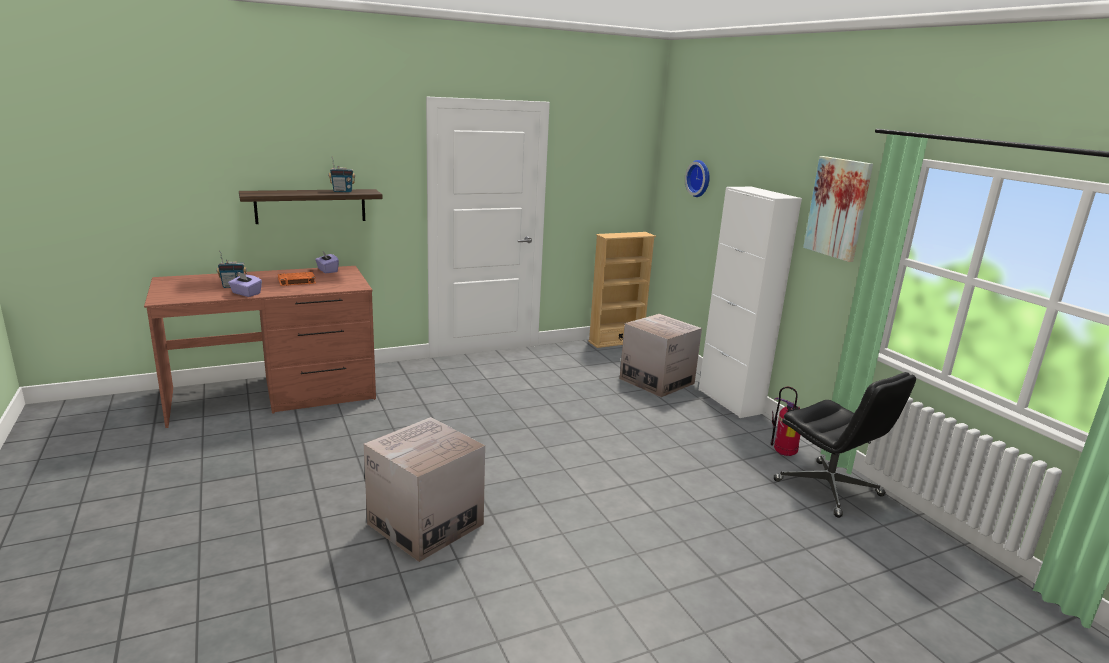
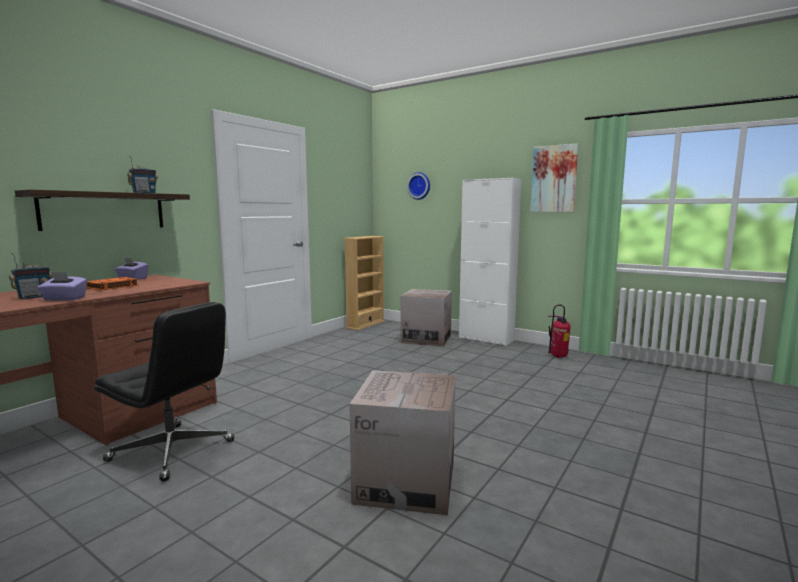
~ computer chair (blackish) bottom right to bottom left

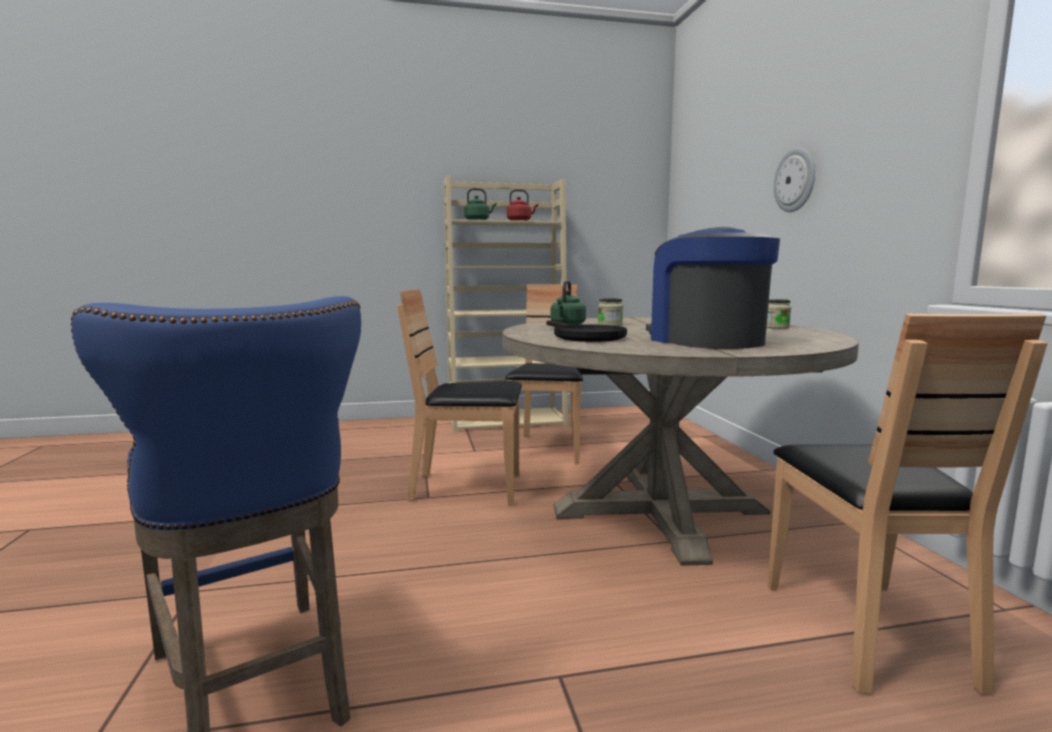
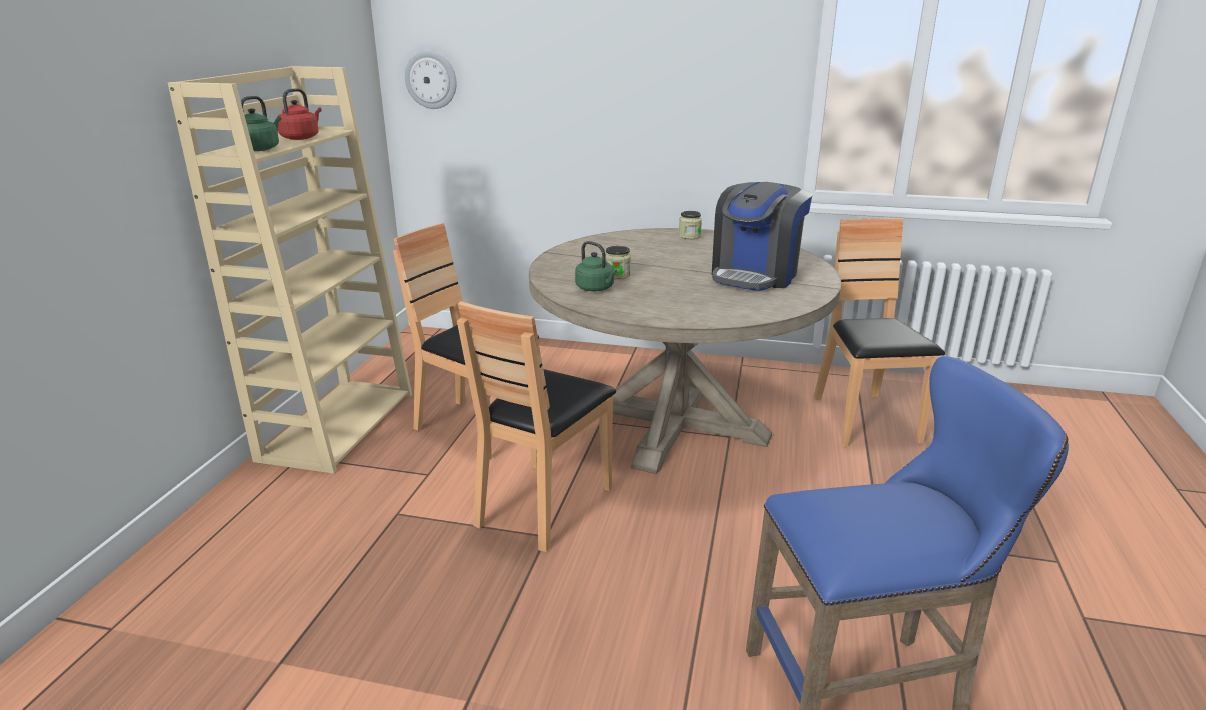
- skillet (blackish) centre
~ wall clock top right to top centre
~ coffee machine middle right = top centre 60 degrees counterclockwise
~ chair (brown-coloured) (no. 3 from left) bottom right = middle right 120 degrees counterclockwise

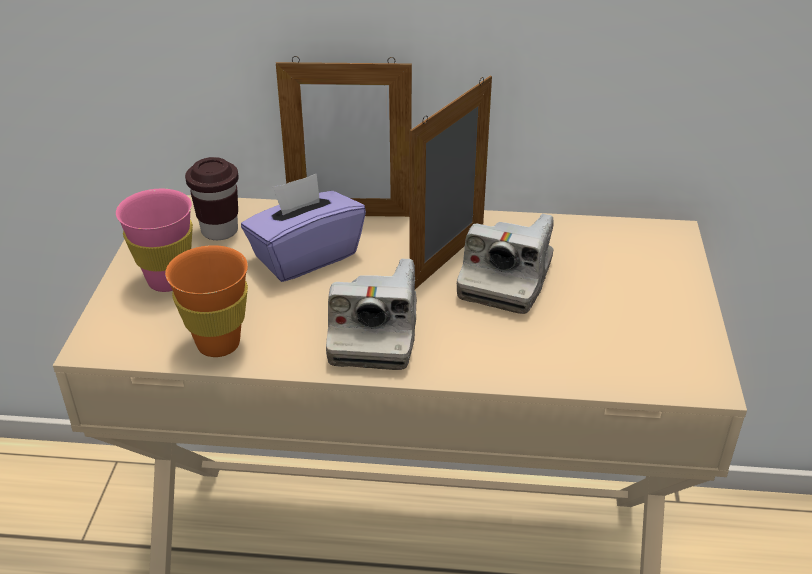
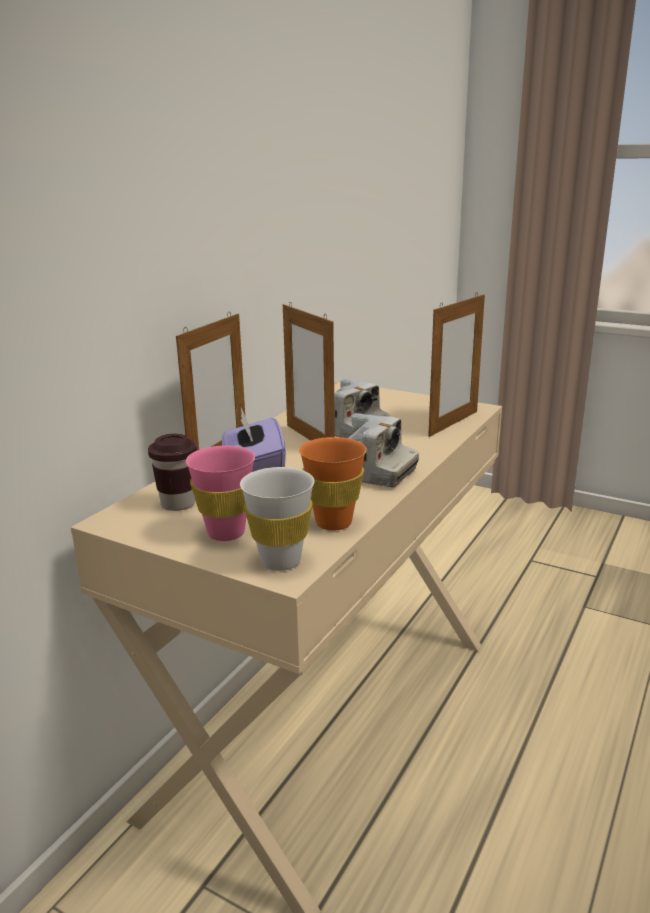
+ cup (white) centre
+ photo frame (no. 3 from left) middle right

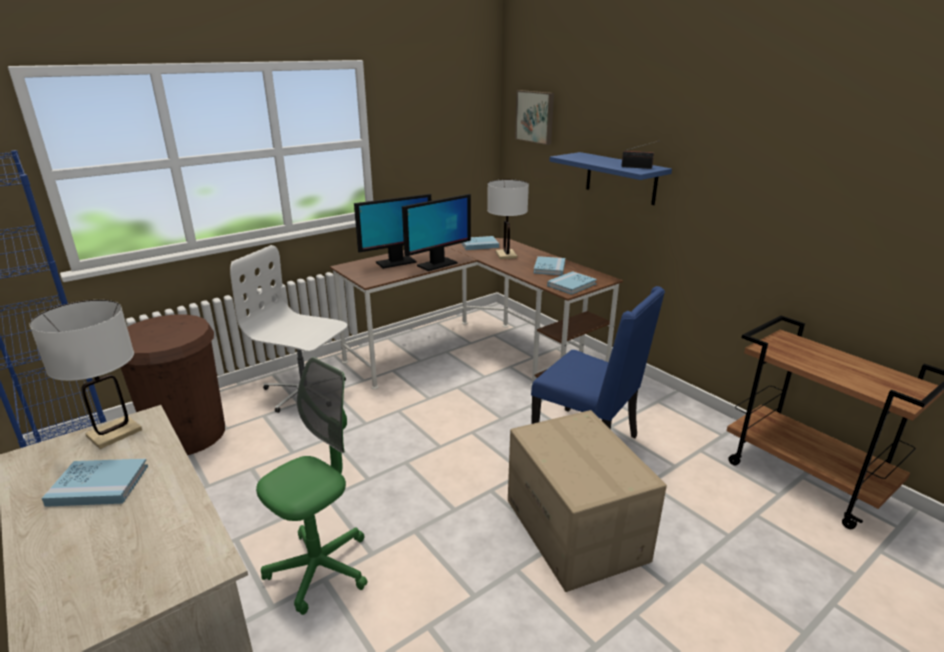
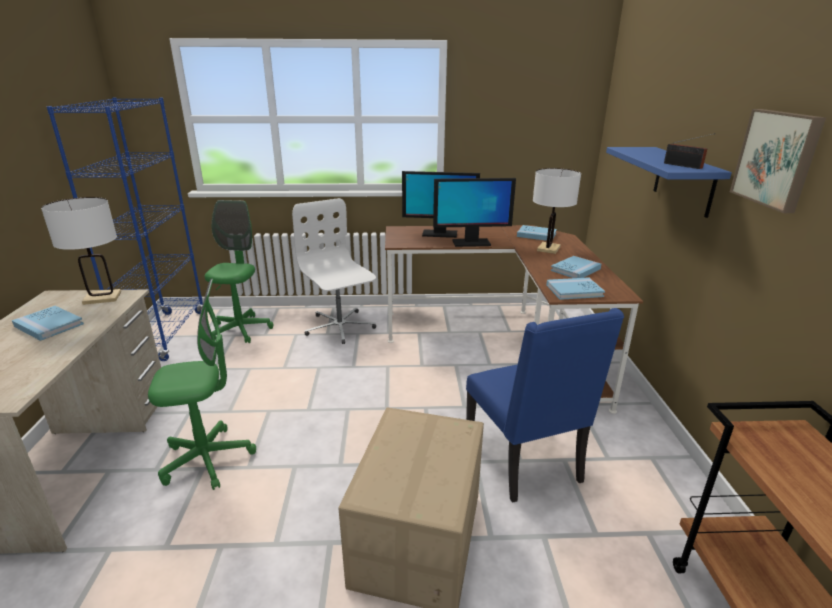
~ wall picture top centre to top right
~ waste bin (brown-coloured) middle left to computer chair (green-coloured) (no. 2 from left) middle left

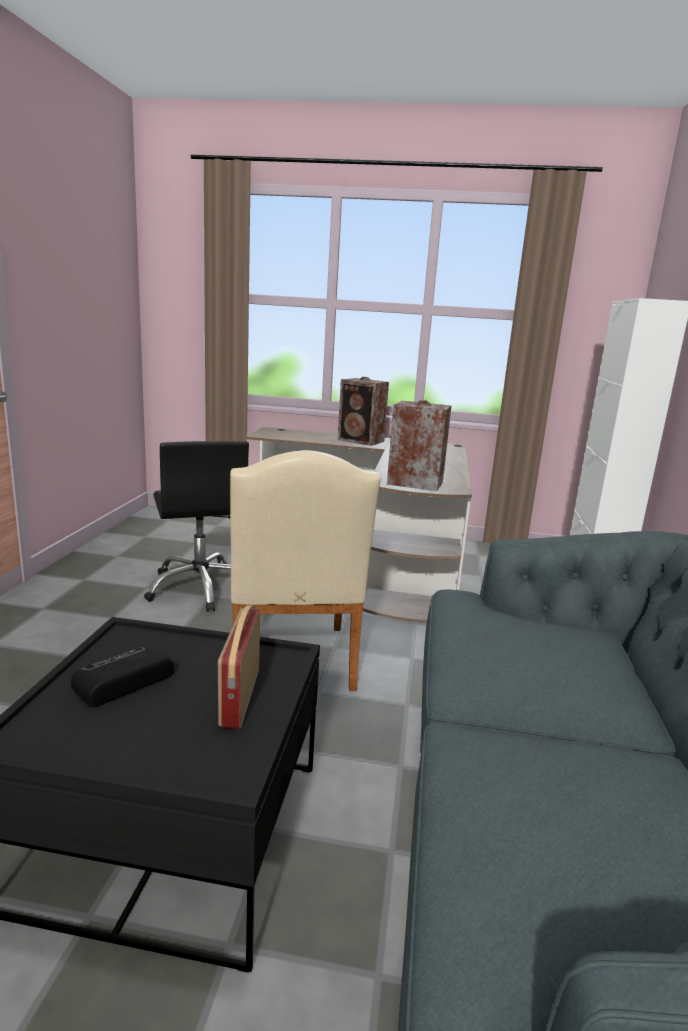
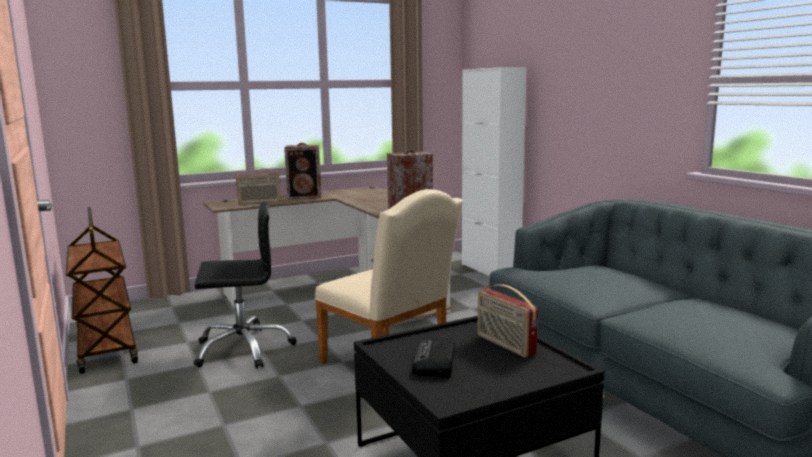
+ cart (brown-coloured) middle left
+ radio receiver (no. 1 from left) middle left
~ computer chair (blackish) middle left = middle left 45 degrees counterclockwise

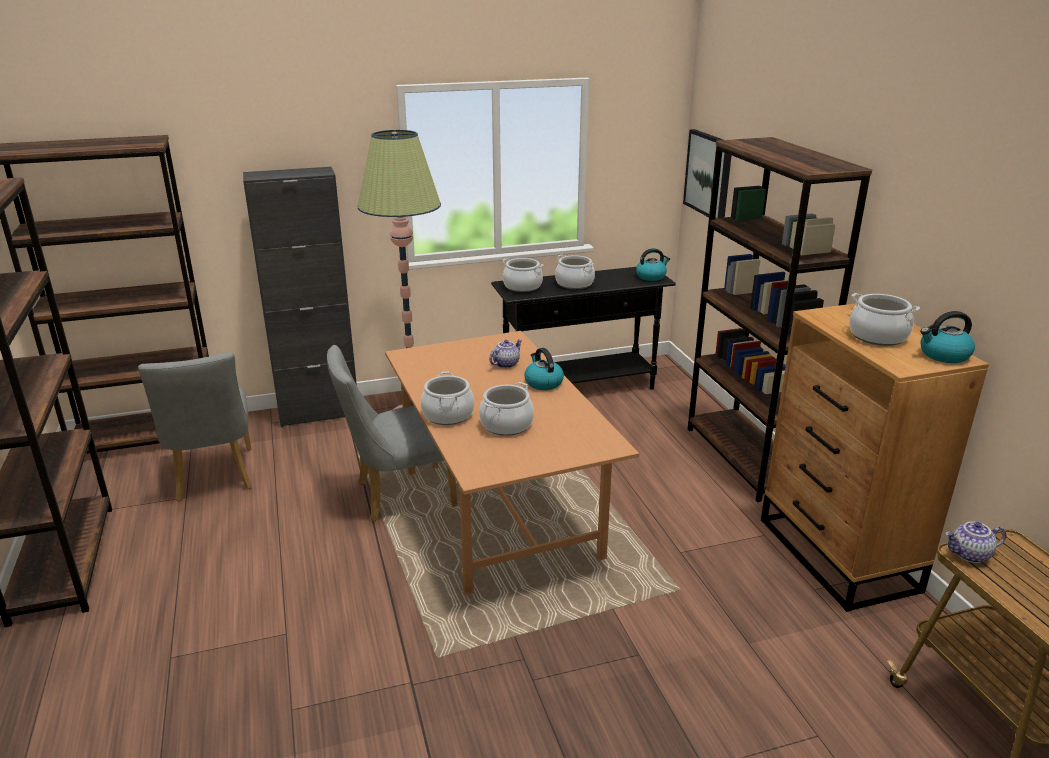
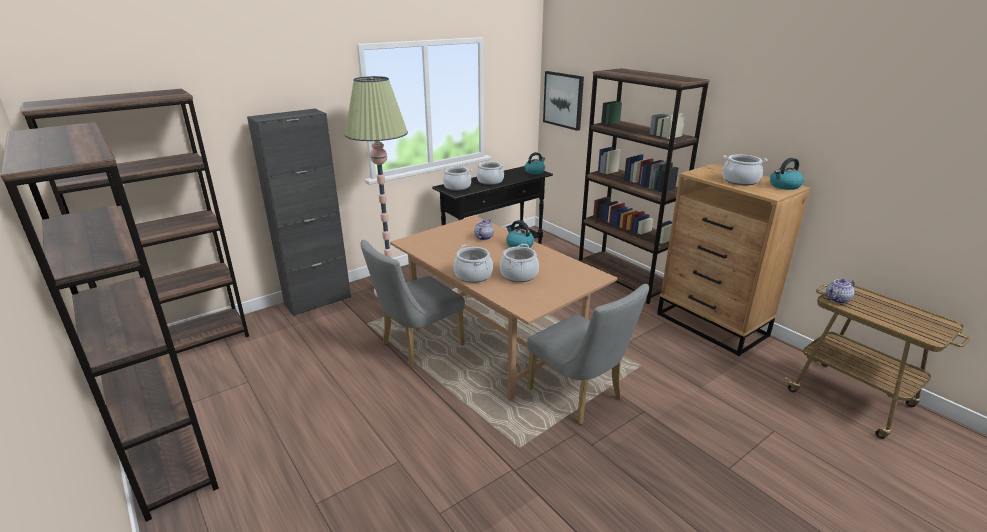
~ chair (grey) (no. 1 from left in the first image) middle left to chair (grey) (no. 2 from left) centre

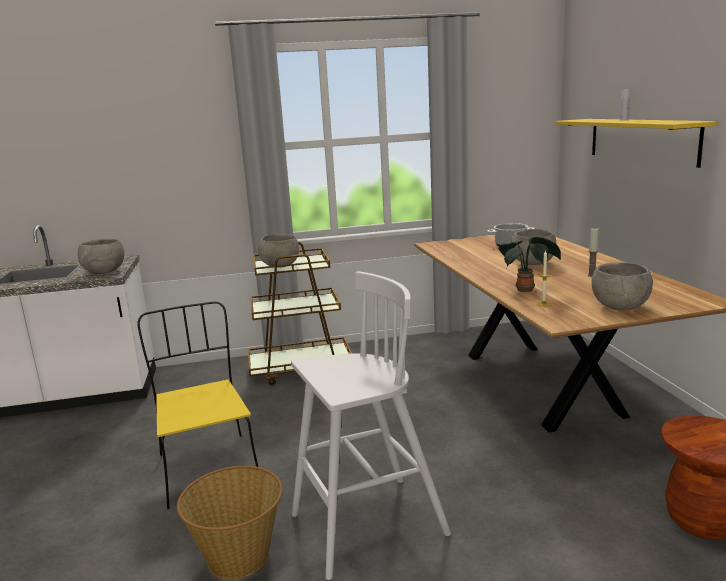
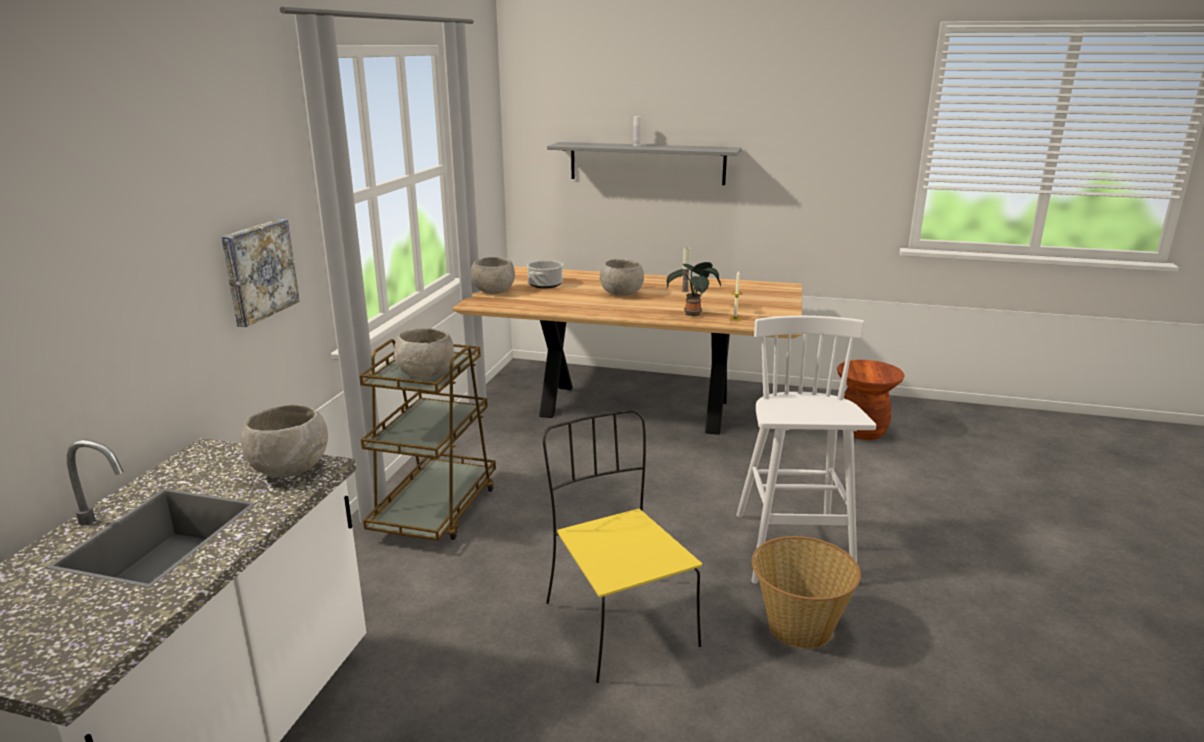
+ wall picture middle left
~ bowl (grey) (no. 4 from left in the first image) middle right to bowl (grey) (no. 3 from left) centre
~ bracket shelf (yellow-coloured) top right to bracket shelf (grey) top centre
~ chair (yellow-coloured) bottom left = bottom centre 60 degrees clockwise

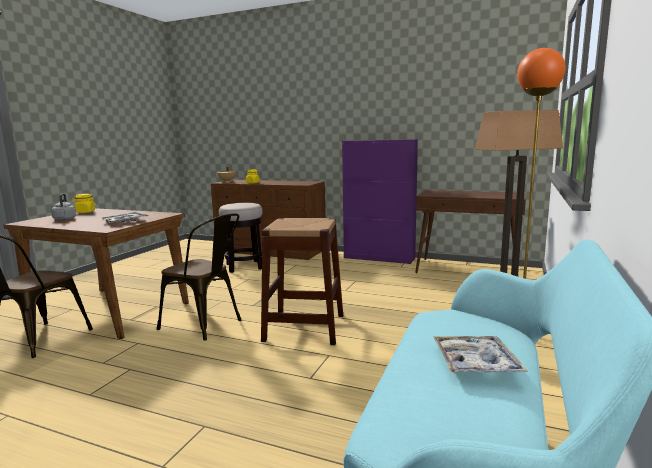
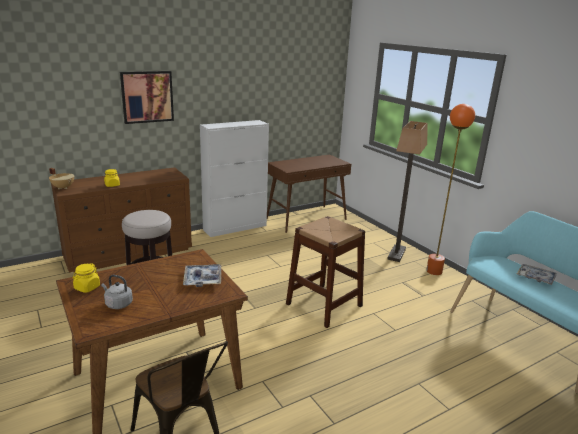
- chair (brown-coloured) (no. 2 from left) middle left
+ wall picture top left
~ storage cabinet (purple) centre to storage cabinet (white) centre

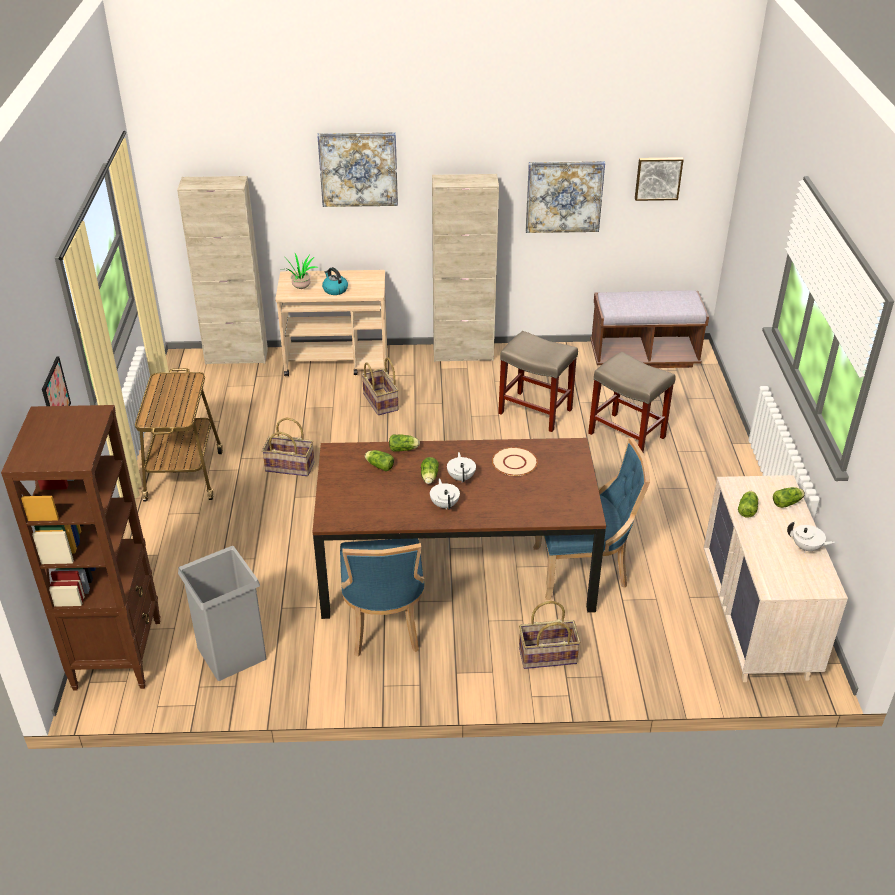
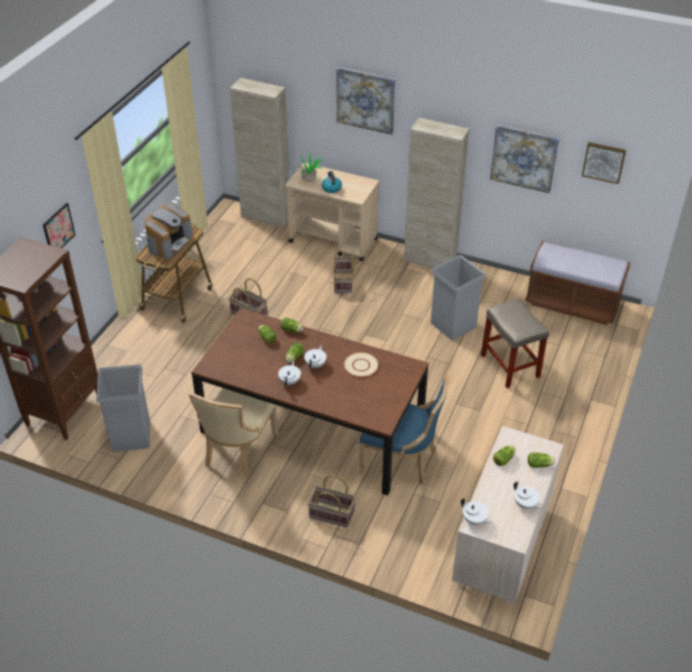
+ coffee machine middle left
+ pot for tea (white) (no. 3 from left) bottom right
~ stool (beige) (no. 1 from left) centre to waste bin (grey) (no. 2 from left) centre
~ chair (blue-coloured) (no. 1 from left) bottom centre to chair (beige) centre

